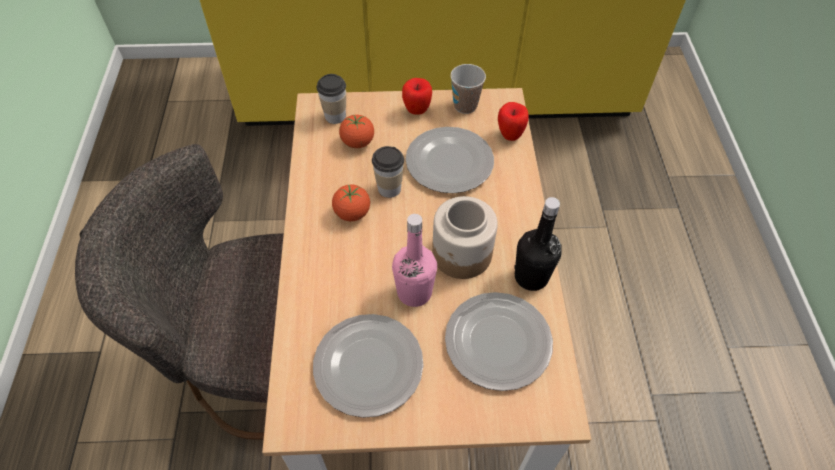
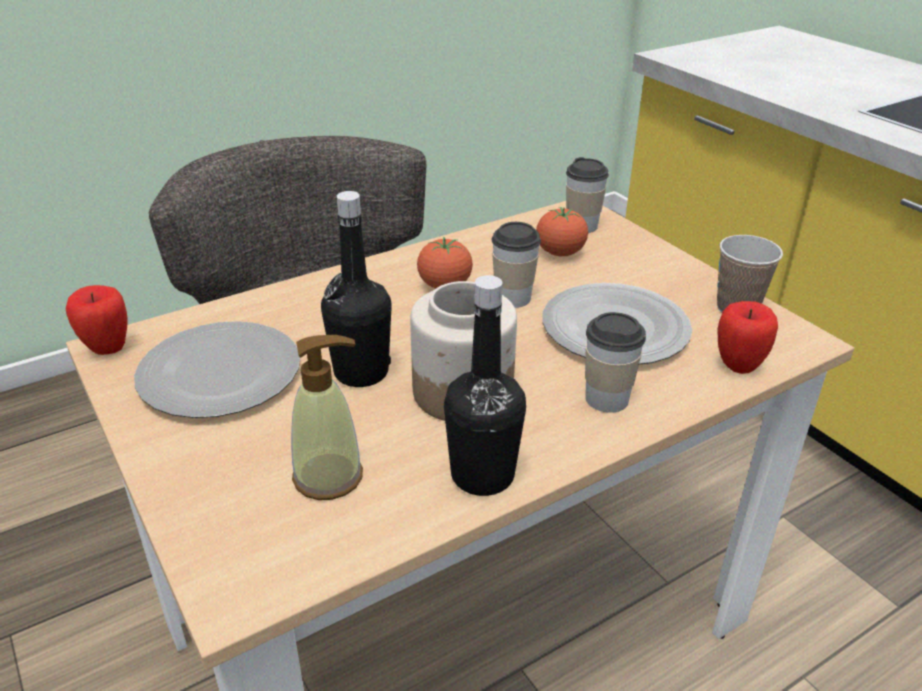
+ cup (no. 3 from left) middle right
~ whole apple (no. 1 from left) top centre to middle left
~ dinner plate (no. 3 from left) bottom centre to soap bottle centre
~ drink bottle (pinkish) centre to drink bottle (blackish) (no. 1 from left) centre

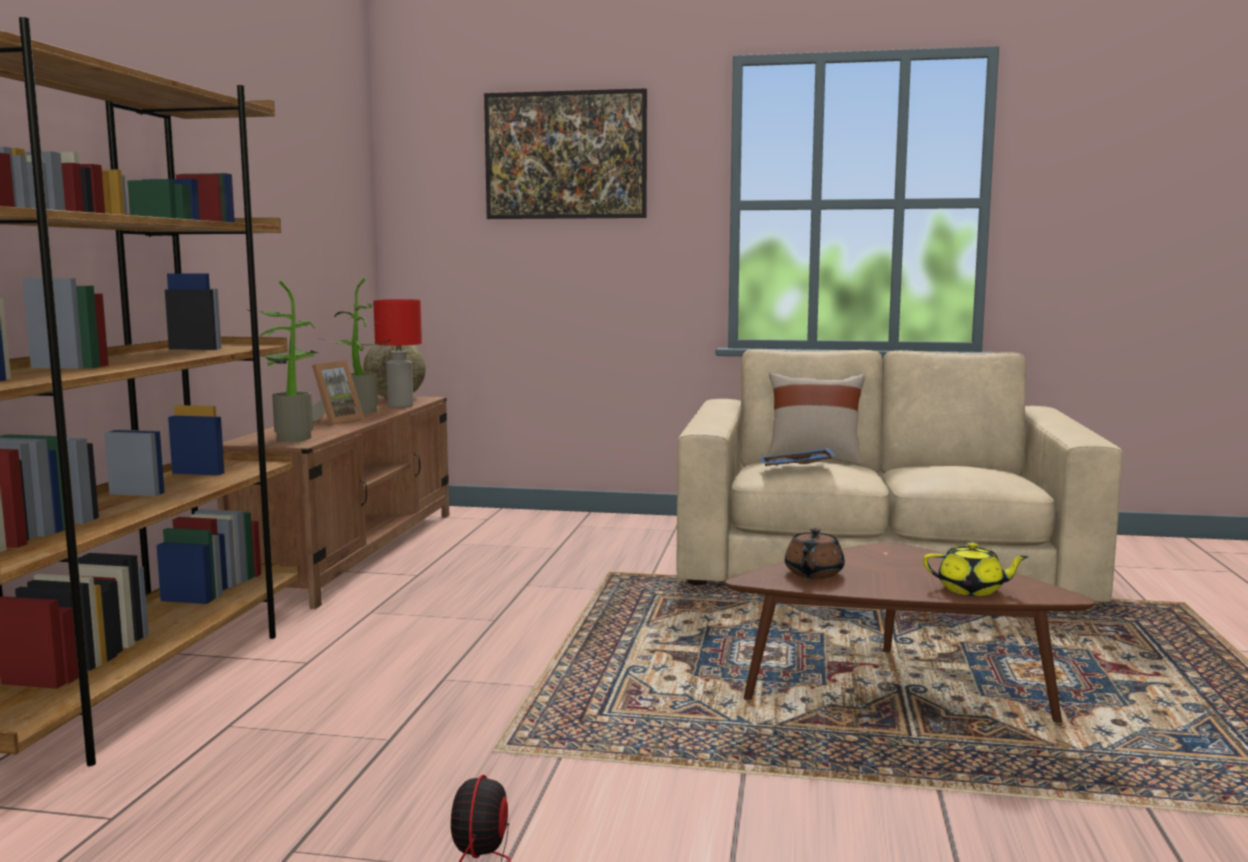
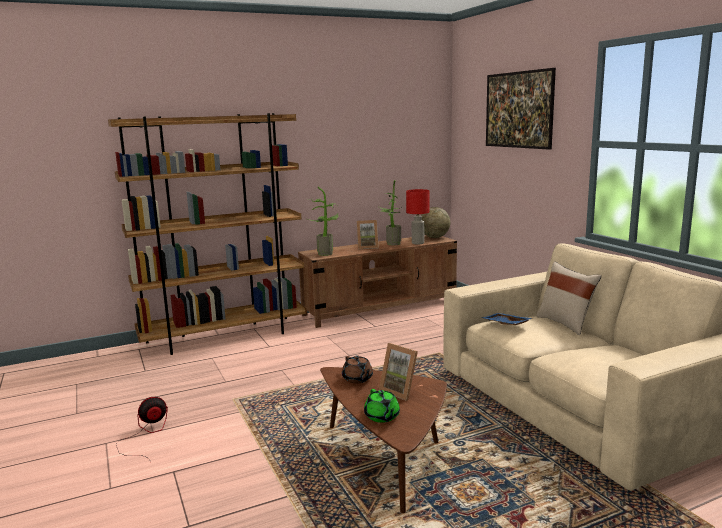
+ photo frame (no. 2 from left) bottom centre
~ pot for tea (yellow-coloured) middle right to pot for tea (green-coloured) bottom centre
~ pot for tea (brown-coloured) centre = bottom centre 105 degrees counterclockwise

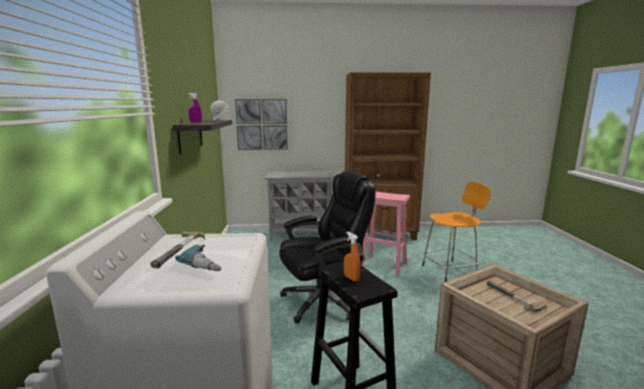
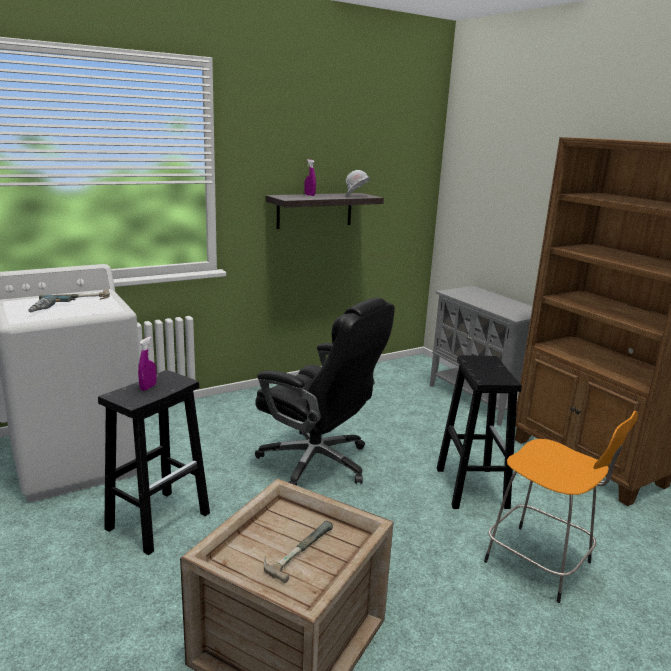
- wall picture top centre
~ sprayer (orange) centre to sprayer (purple) (no. 1 from left) middle left
~ stool (pinkish) centre to stool (blackish) (no. 2 from left) middle right

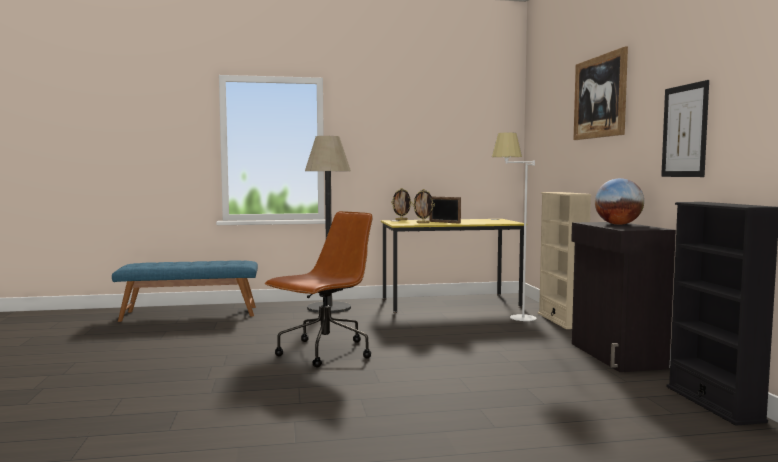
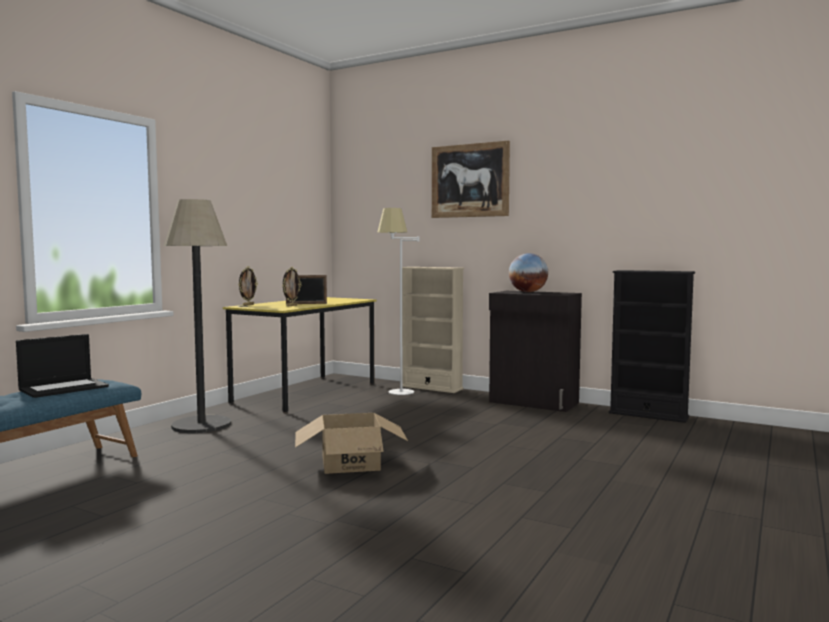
- wall picture (no. 2 from left) top right
+ laptop middle left
~ computer chair (brown-coloured) centre to packing box bottom centre

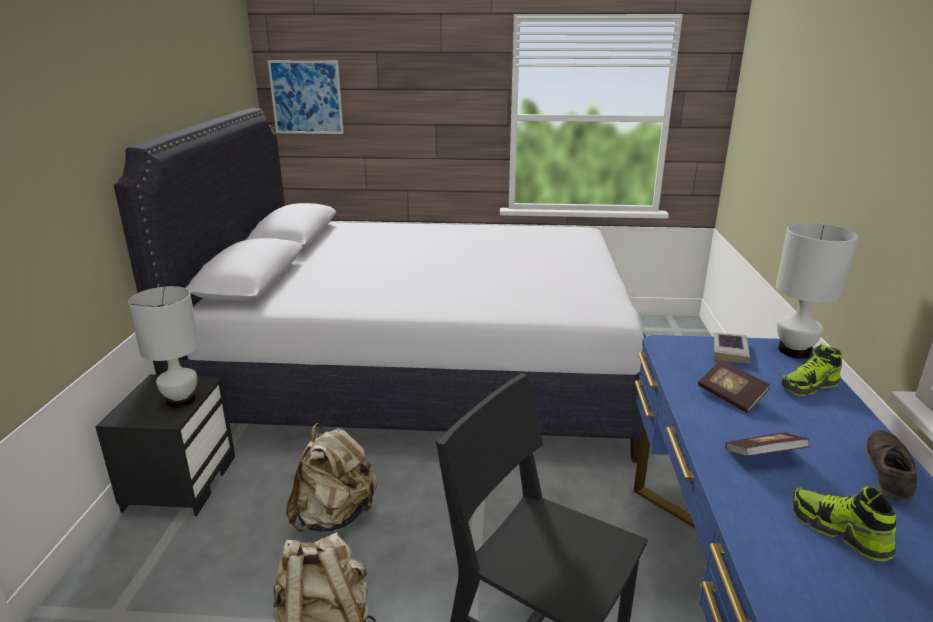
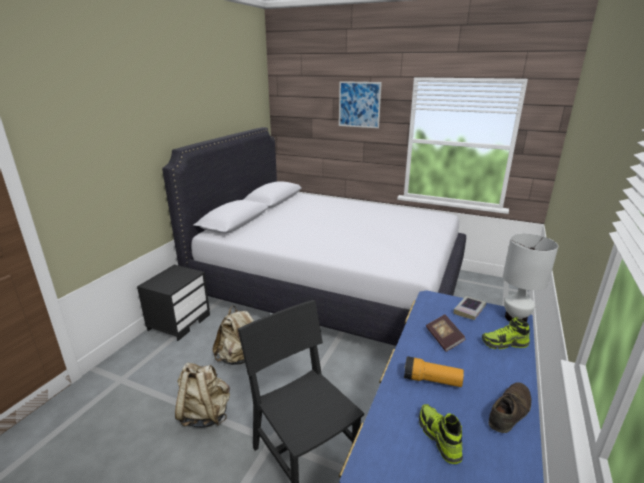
- tabletop lamp (white) (no. 1 from left) middle left
~ wall picture top left to top centre
~ book (no. 3 from left) bottom right to torch bottom right

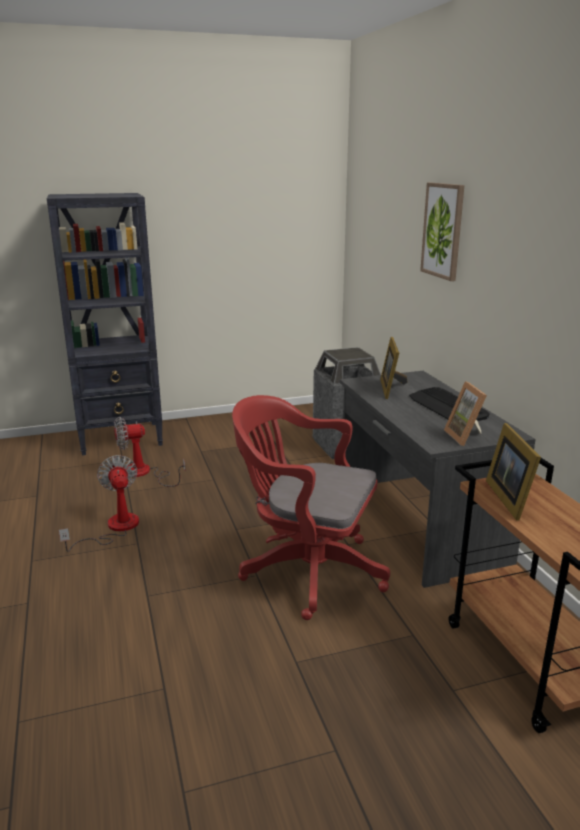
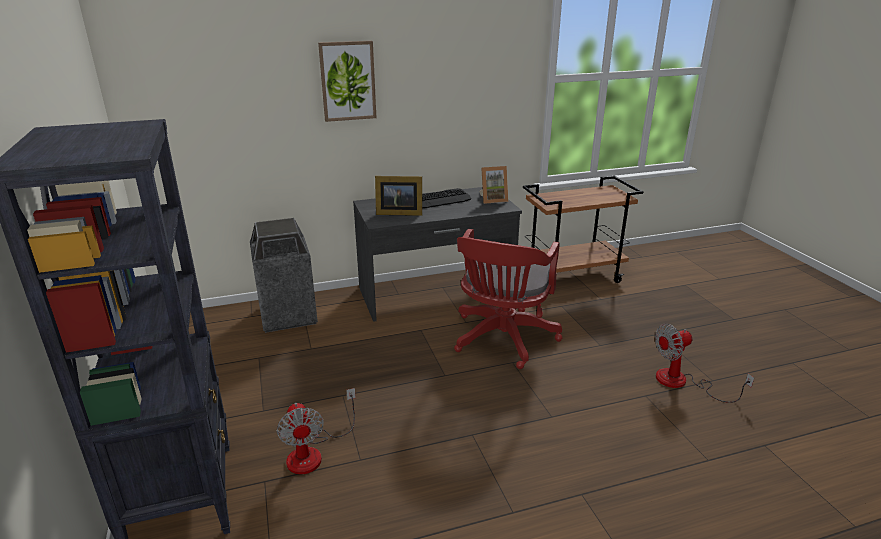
- photo frame (no. 3 from left) middle right
~ electric fan (no. 1 from left in the first image) middle left to electric fan (no. 2 from left) bottom right

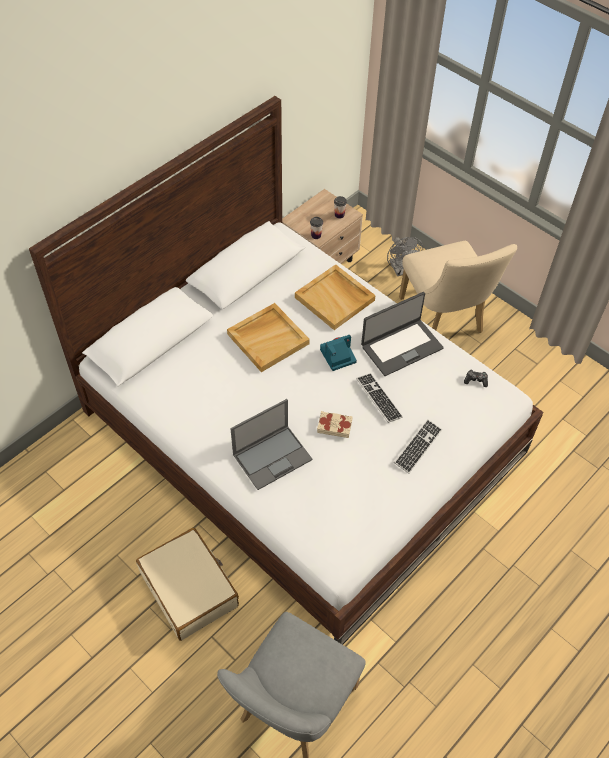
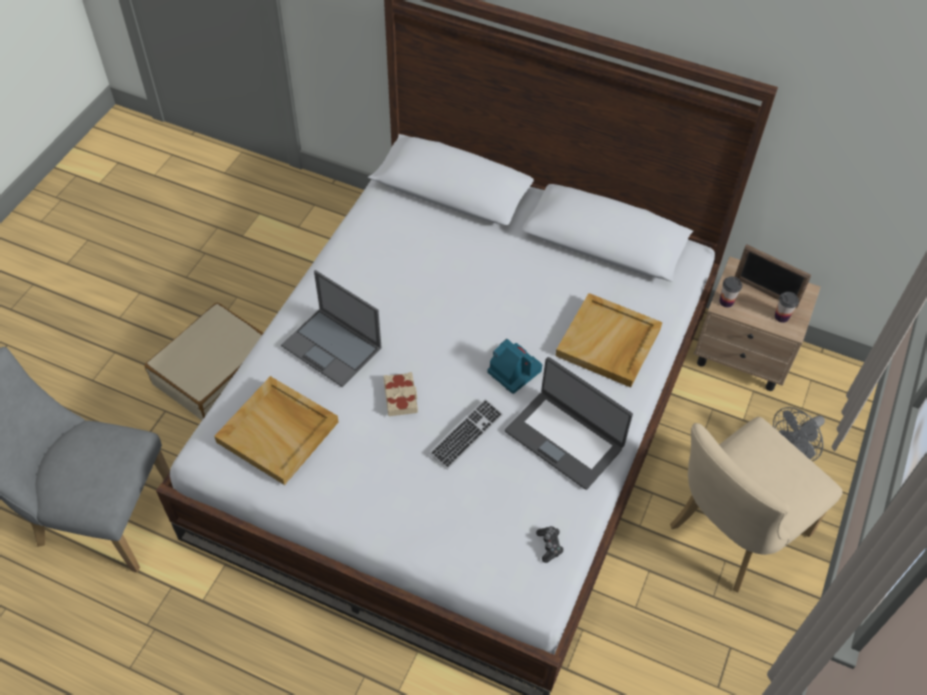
- PC keyboard (no. 2 from left) middle right
+ photo frame middle right
~ carrying tray (beige) (no. 1 from left) centre to middle left

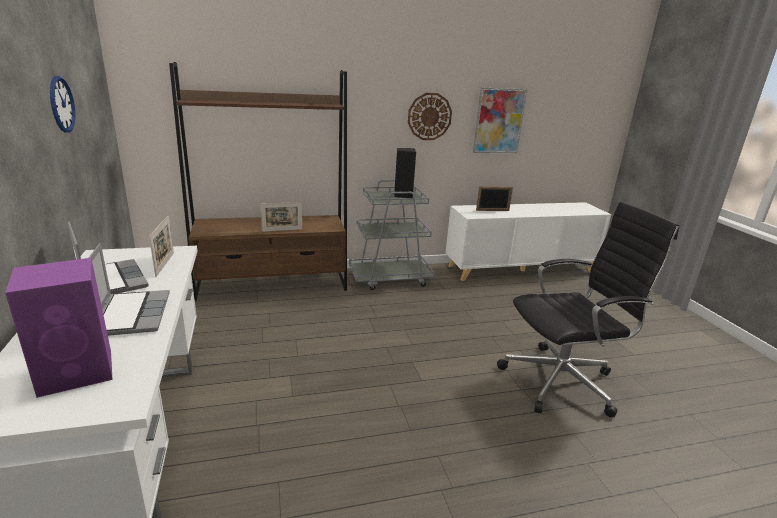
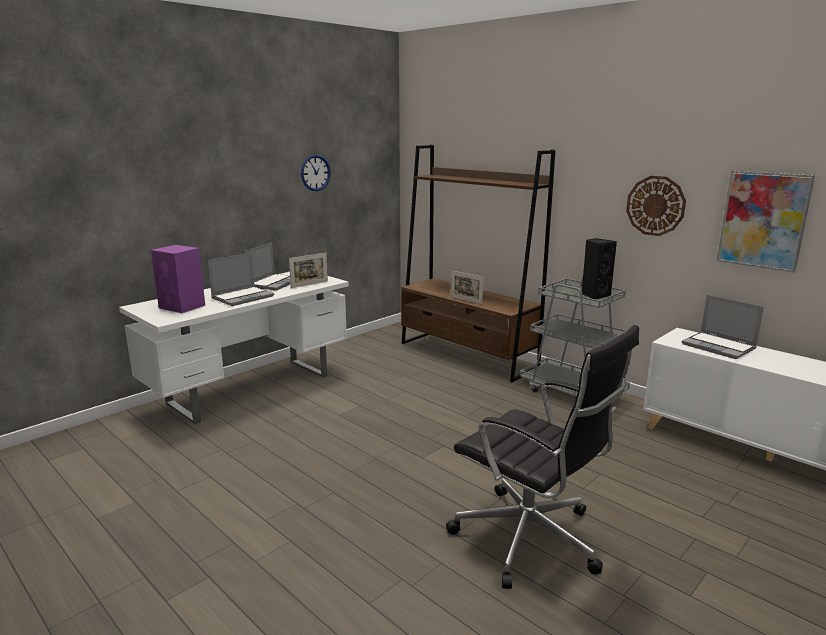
~ photo frame (no. 3 from left) centre to laptop (no. 3 from left) middle right

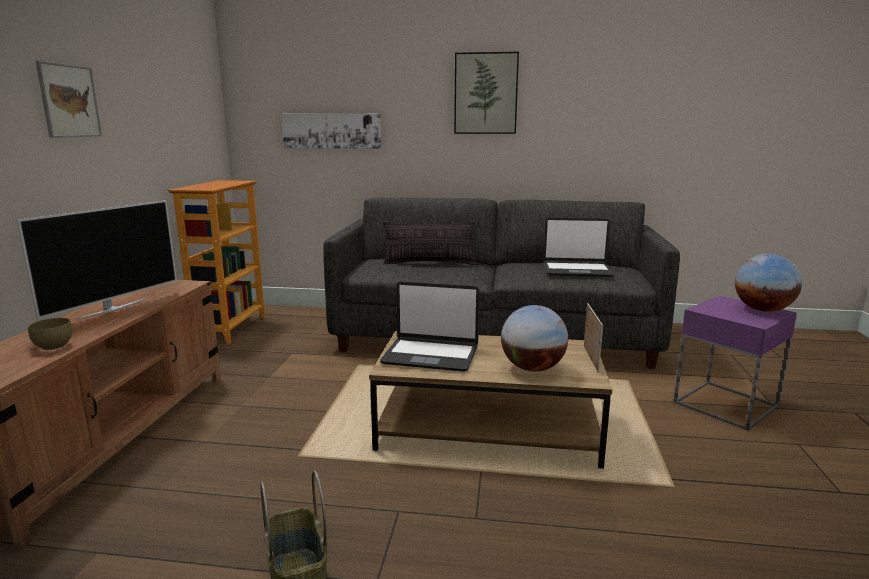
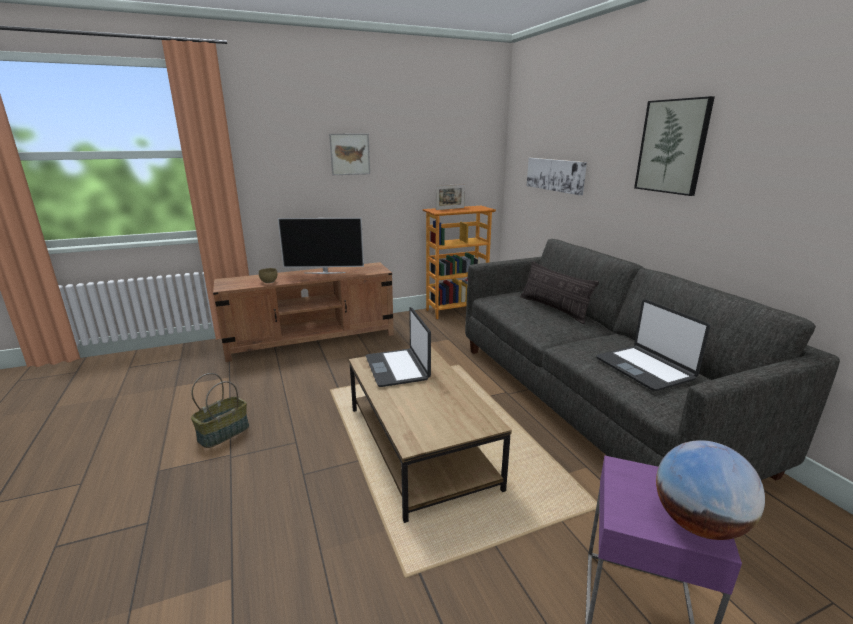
- desk globe (no. 1 from left) centre
~ photo frame middle right to top centre

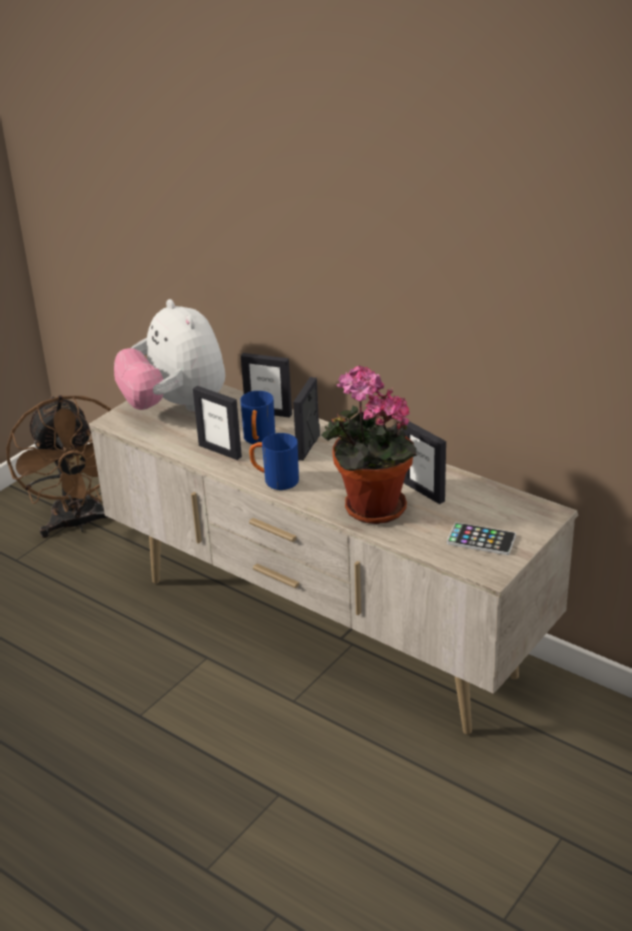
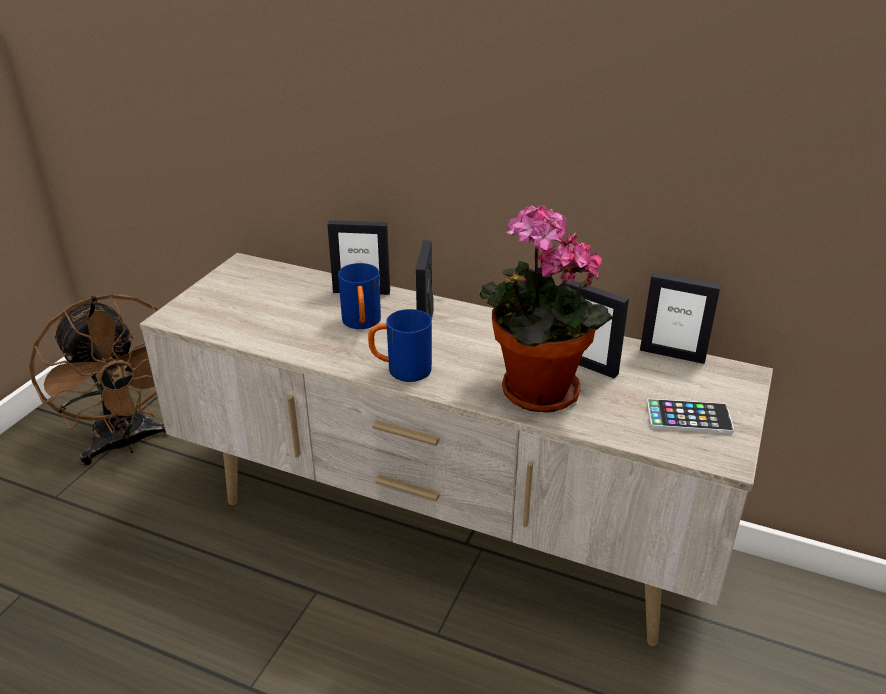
- plush toy middle left
~ photo frame (no. 1 from left in the first image) centre to photo frame (no. 4 from left) middle right

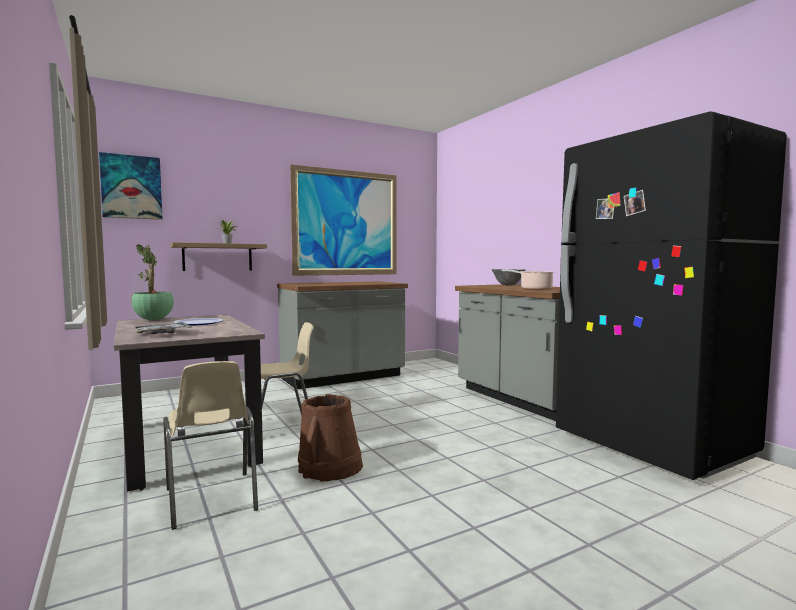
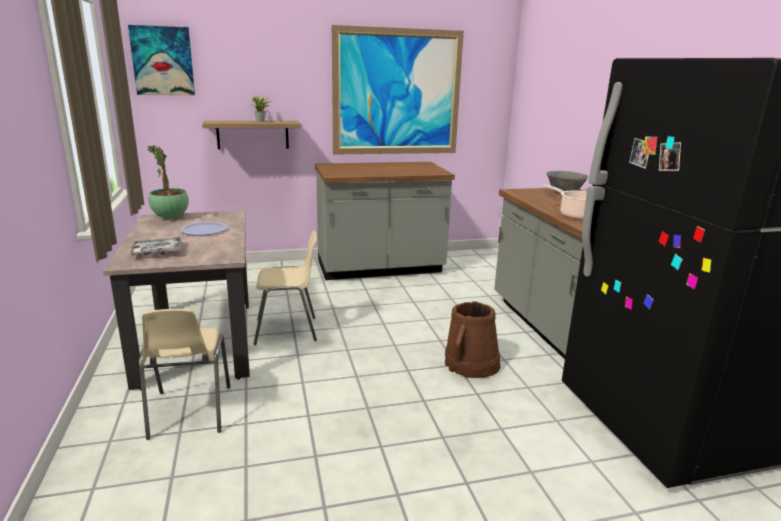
~ pail (brown-coloured) bottom centre to centre

